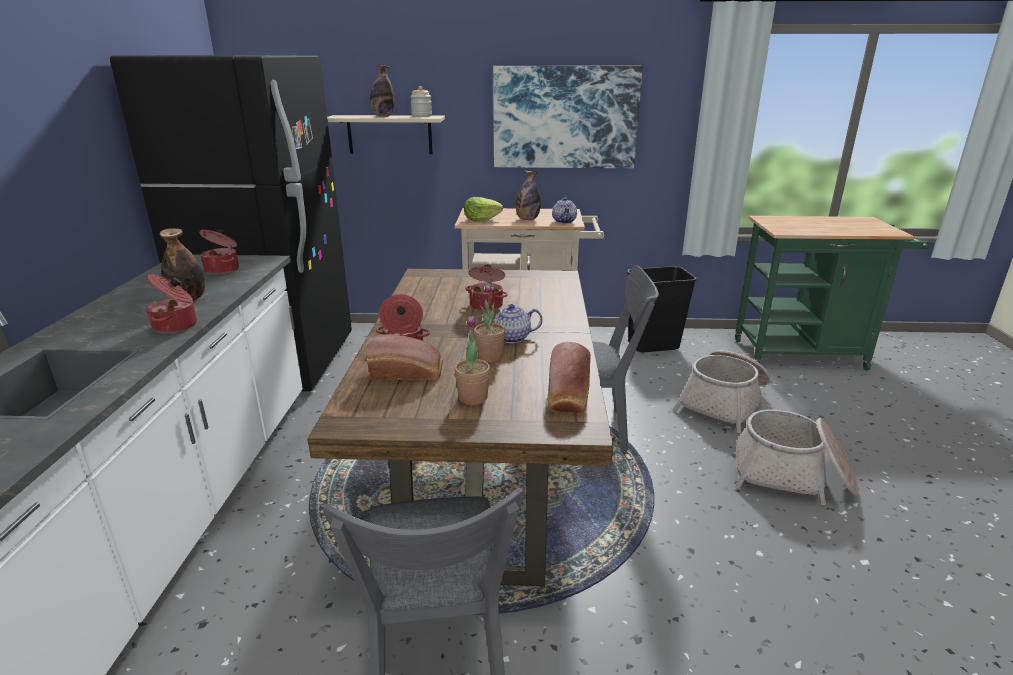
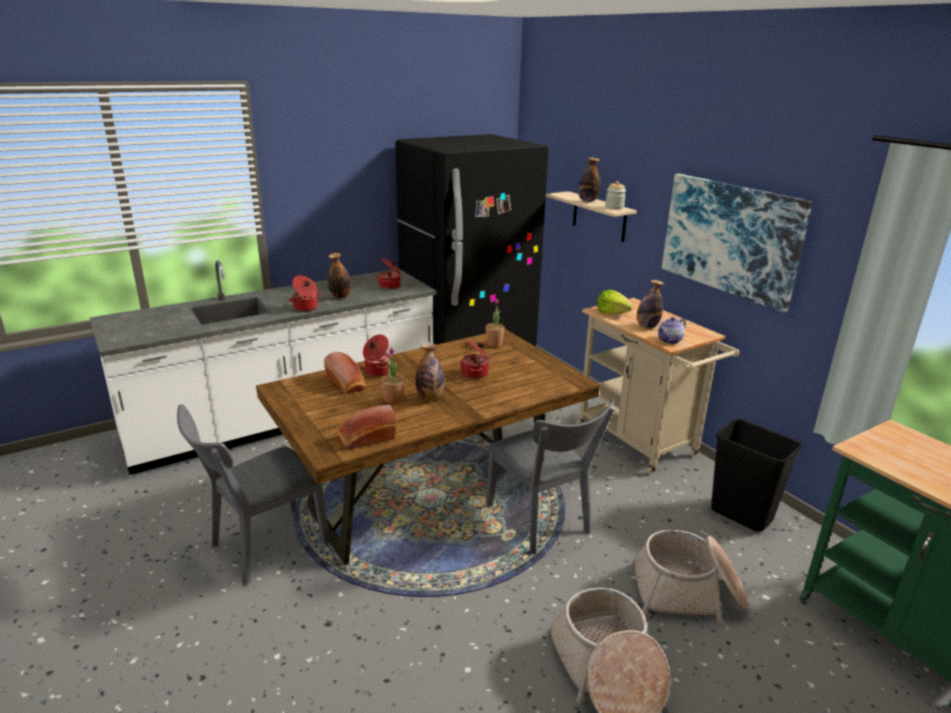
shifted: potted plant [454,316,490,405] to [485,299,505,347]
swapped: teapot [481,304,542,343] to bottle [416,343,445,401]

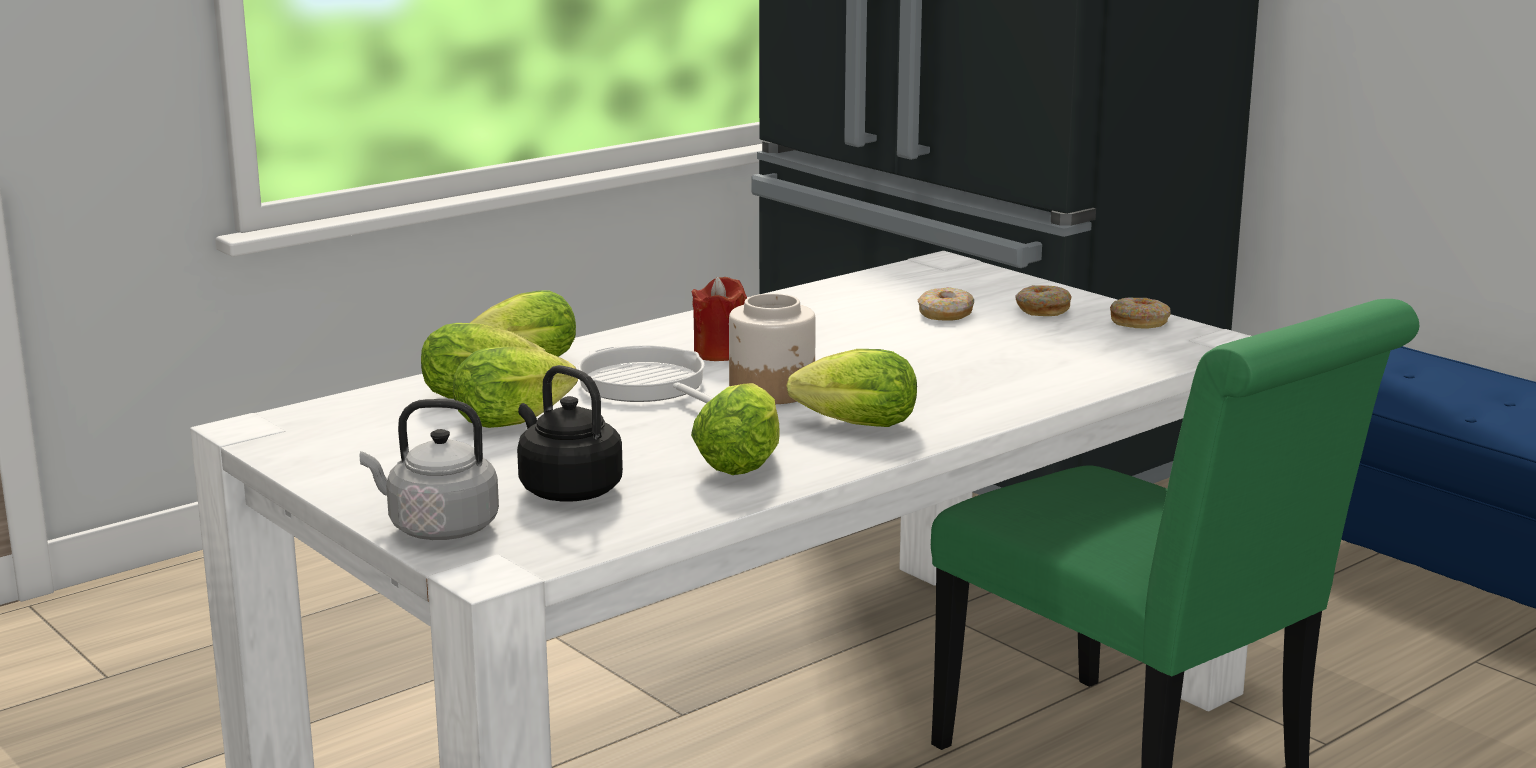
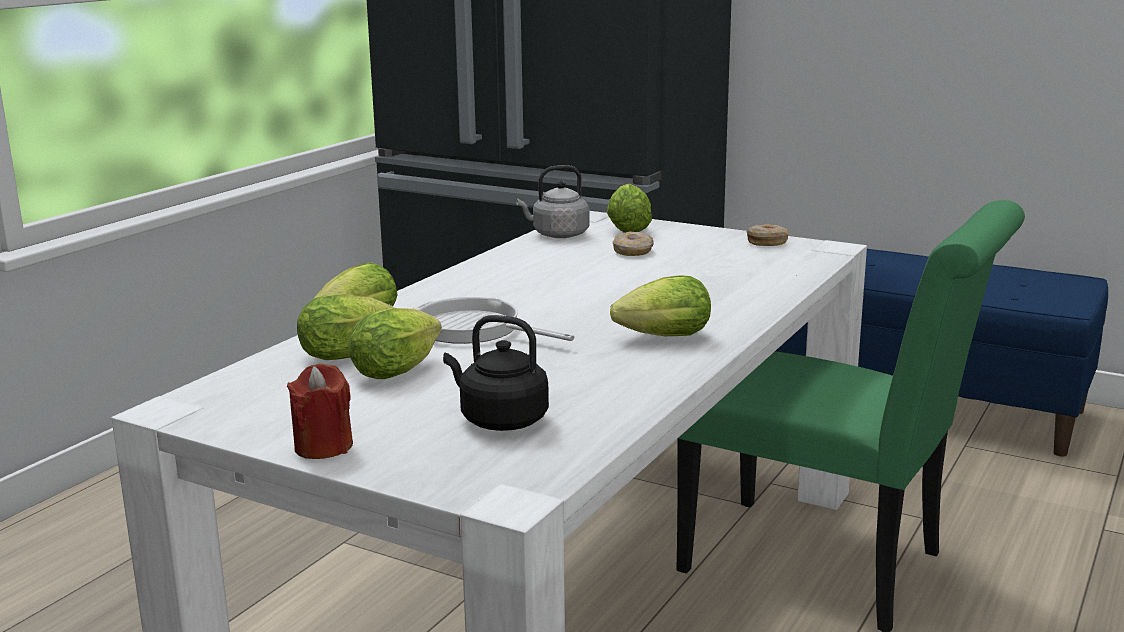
gone: jar [729,293,816,404]; donut [1015,285,1072,316]
shifted: red candle [692,277,747,361] to [287,363,353,459]; grey kettle [360,399,499,540] to [516,165,590,238]; lettuce [691,383,779,475] to [607,184,652,233]

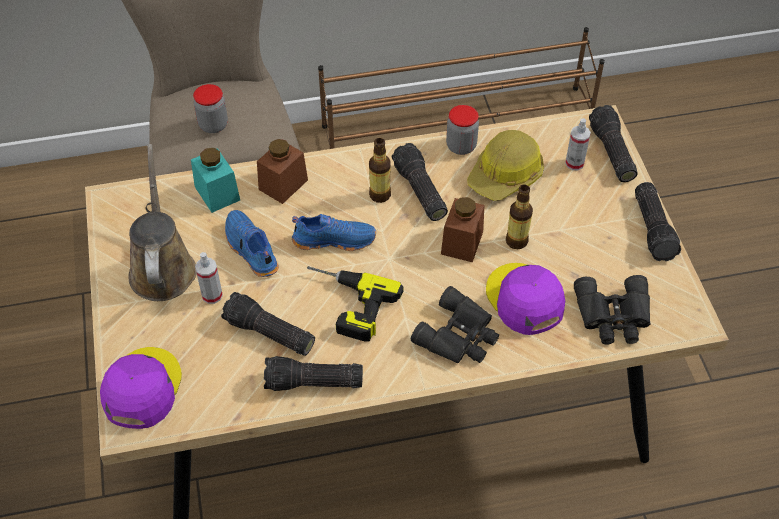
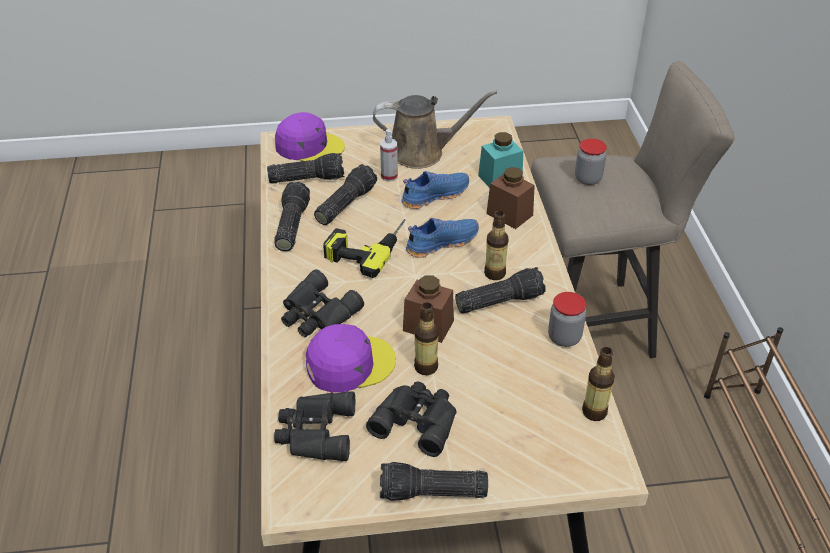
gone: hard hat [467,130,544,201]; spray bottle [565,118,591,170]
new: black binoculars [366,382,456,457]; bottle [582,347,615,421]
shifted: flashlight [589,105,638,182] to [267,153,345,184]
rotated: blue shoe [292,214,376,251] = [406,218,479,258] 120 degrees counterclockwise

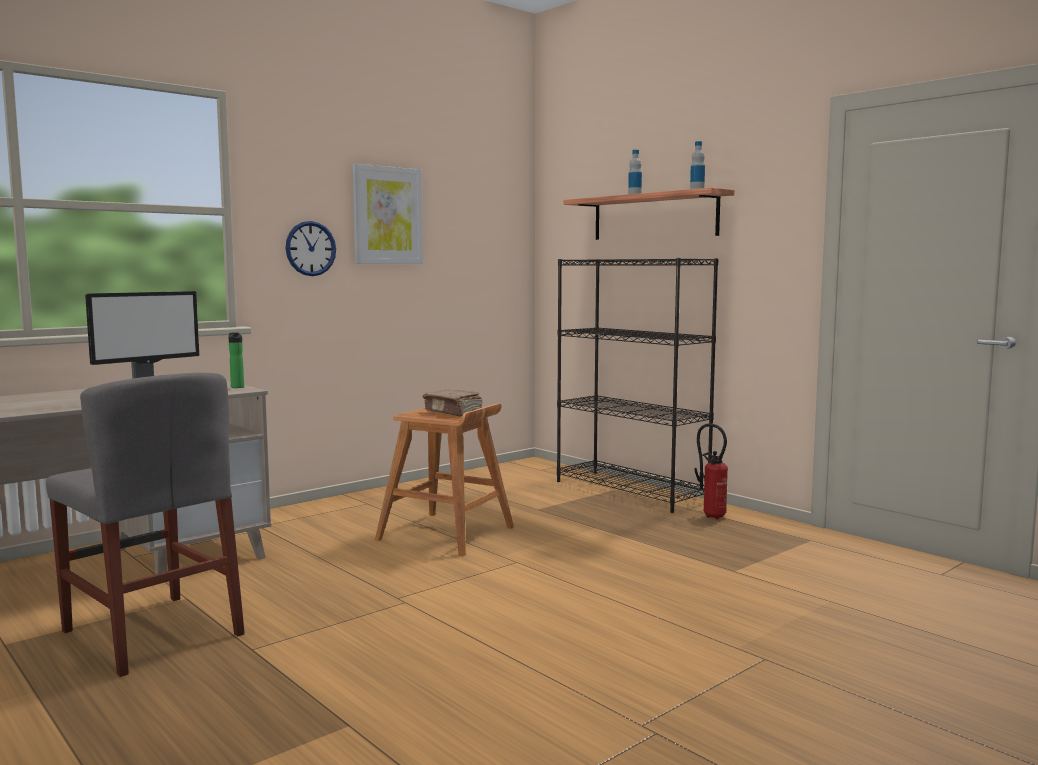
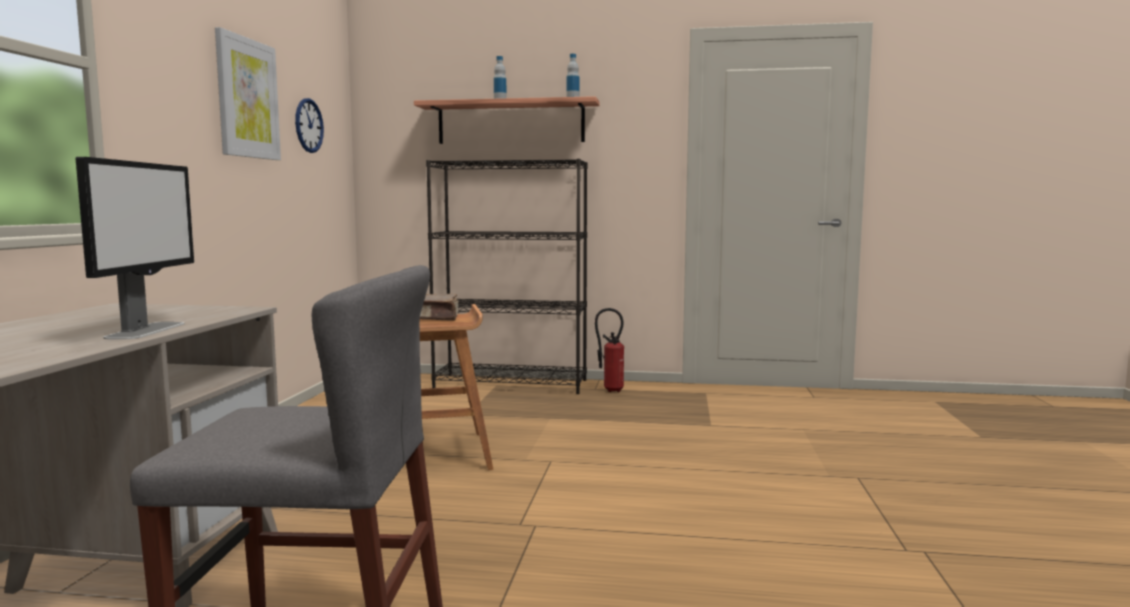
gone: bottle [229,332,244,388]
shifted: wall clock [285,221,336,276] to [295,98,324,153]

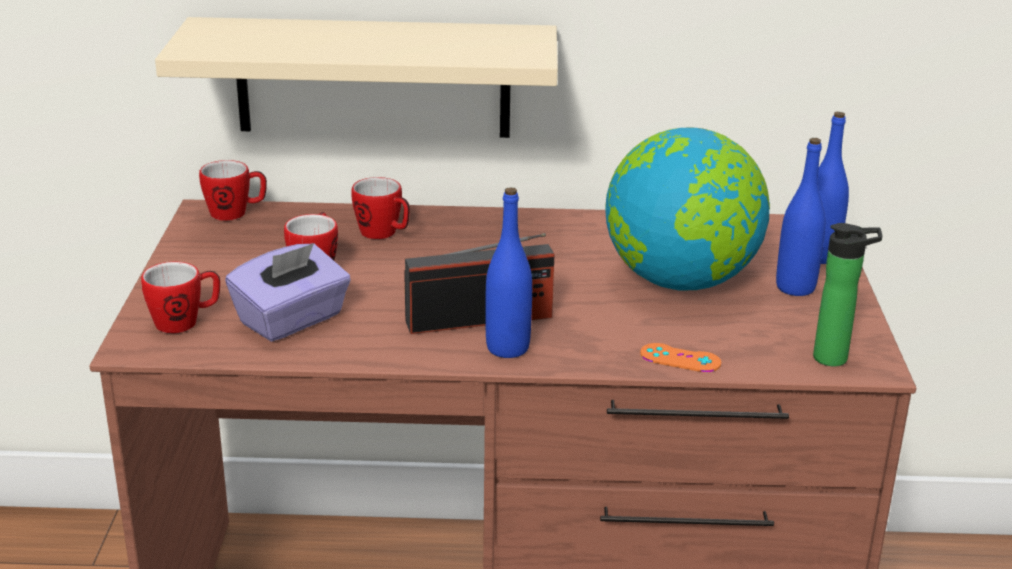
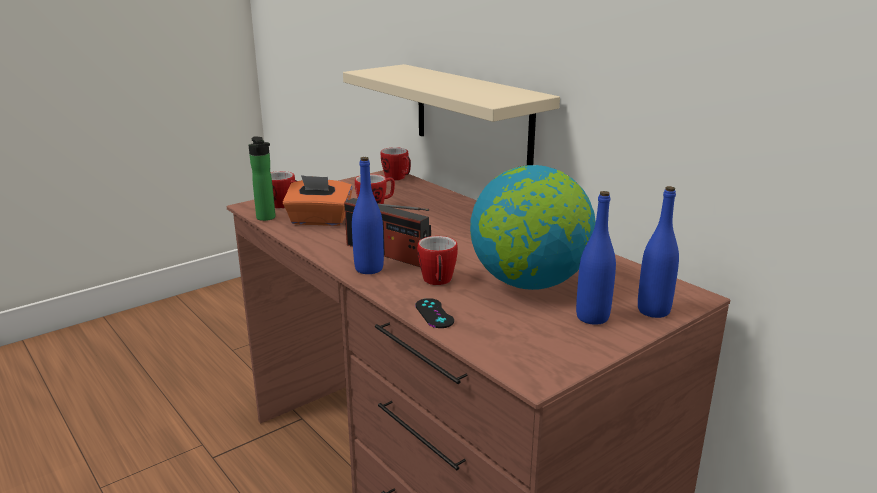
shifted: bottle [813,223,882,366] to [248,136,276,221]; mug [351,177,410,239] to [417,236,458,285]
repainted: purple tissue box [225,243,351,342] to orange tissue box [283,175,353,226]; orange game controller [640,343,721,372] to black game controller [415,298,454,328]

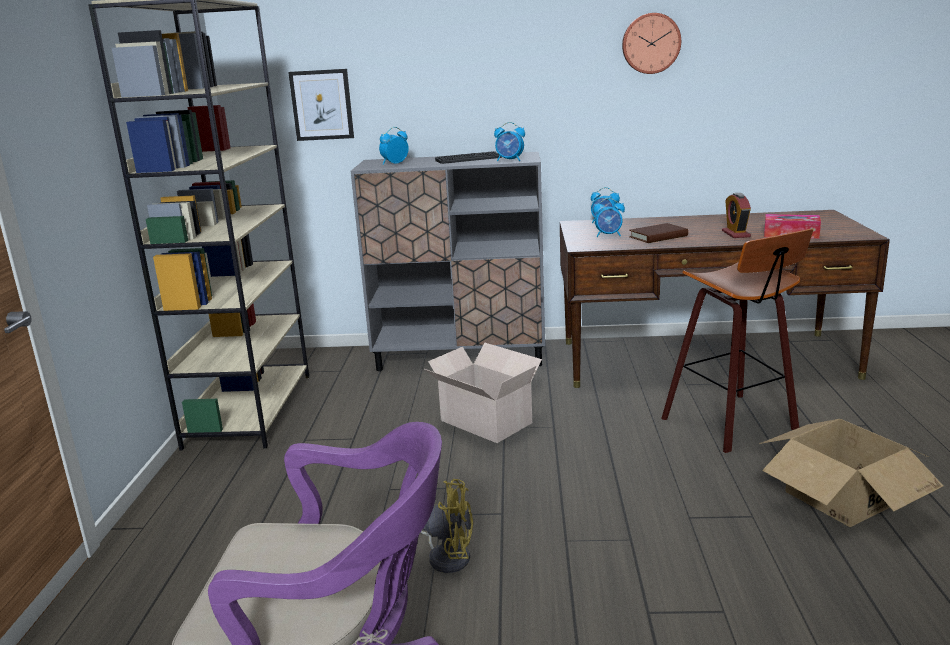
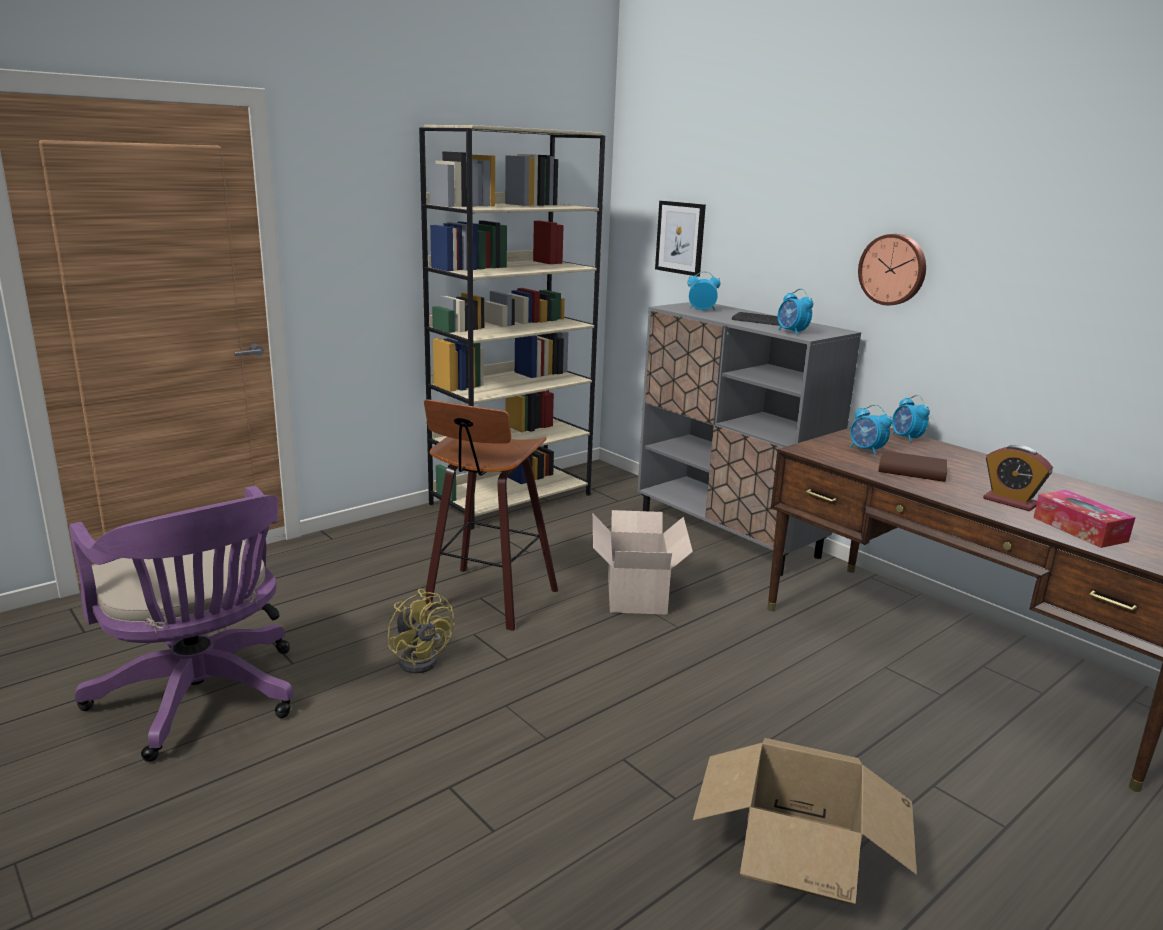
shifted: stool [661,229,813,453] to [424,399,558,631]; wall clock [622,13,681,74] to [858,234,926,305]
rotated: alarm clock [722,193,751,238] = [983,445,1053,511] 90 degrees counterclockwise

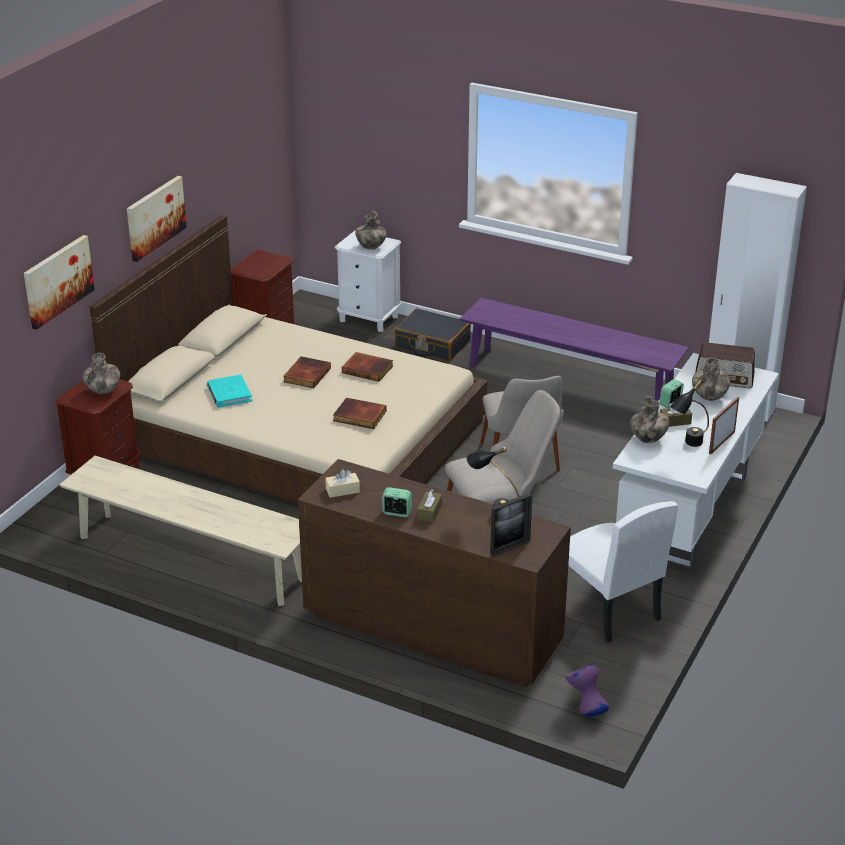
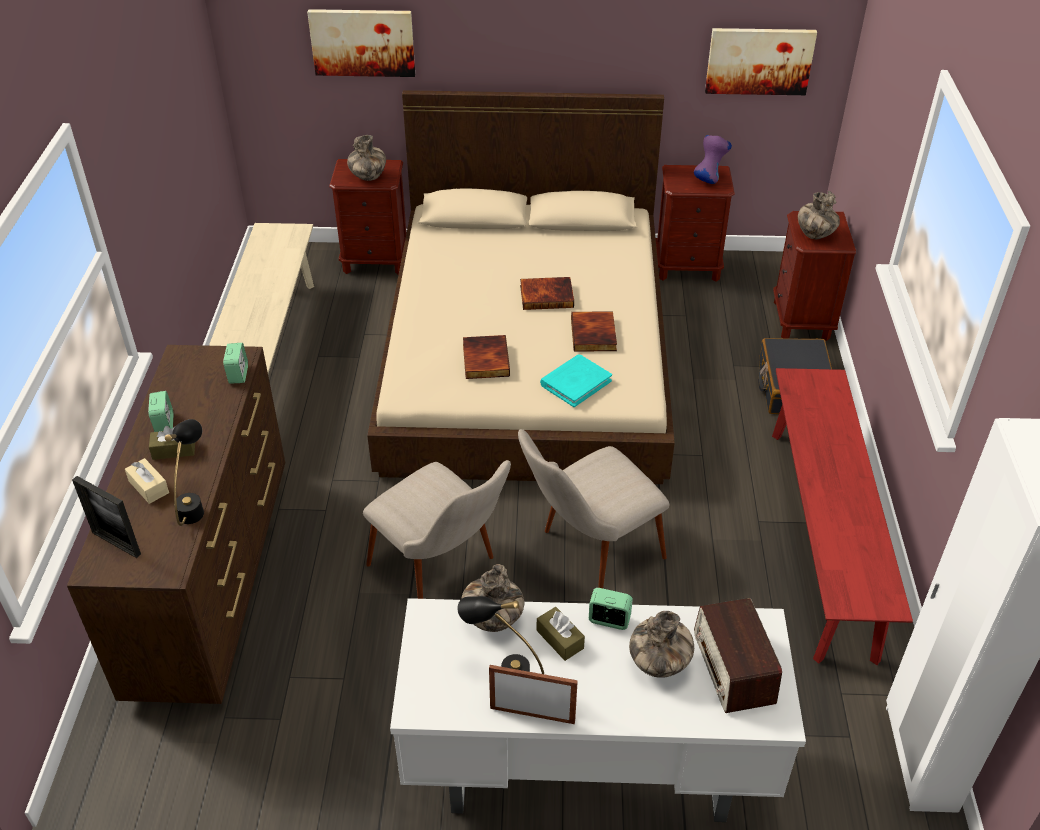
gone: white chair [568,501,678,643]
new: alarm clock [223,343,248,384]
shifted: beige tissue box [325,469,360,498] to [125,458,169,504]; turquoise book [207,375,252,408] to [540,355,612,407]; purple vase [565,664,609,716] to [694,135,732,184]; picture [127,176,187,262] to [705,28,817,95]
repainted: purple bench [460,298,689,401] to red bench [772,368,913,665]; white nightstand [335,230,402,332] to brown nightstand [773,211,856,341]

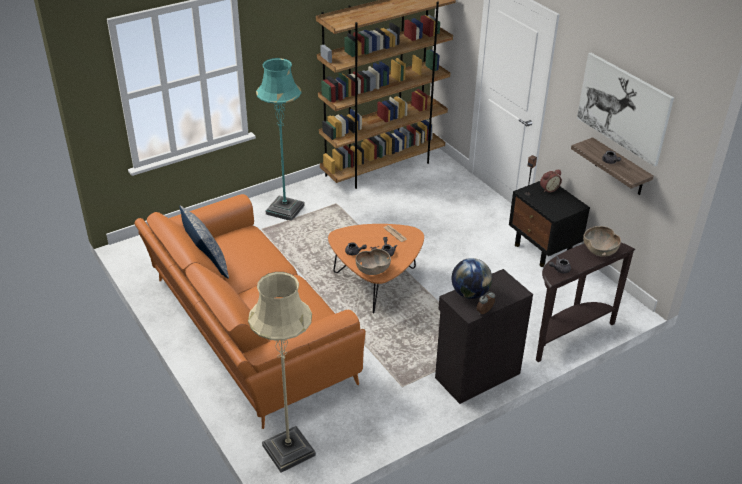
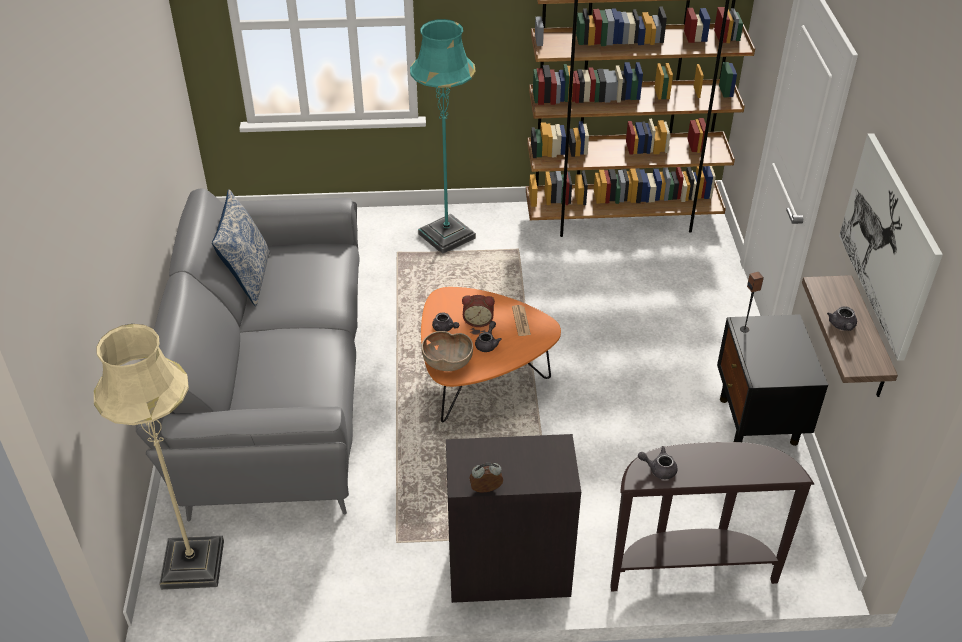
gone: globe [451,258,492,299]; brown bowl [583,226,621,257]
shifted: alarm clock [540,170,562,192] to [462,295,495,327]
repainted: orange sofa [134,194,366,429] to grey sofa [136,188,359,522]

